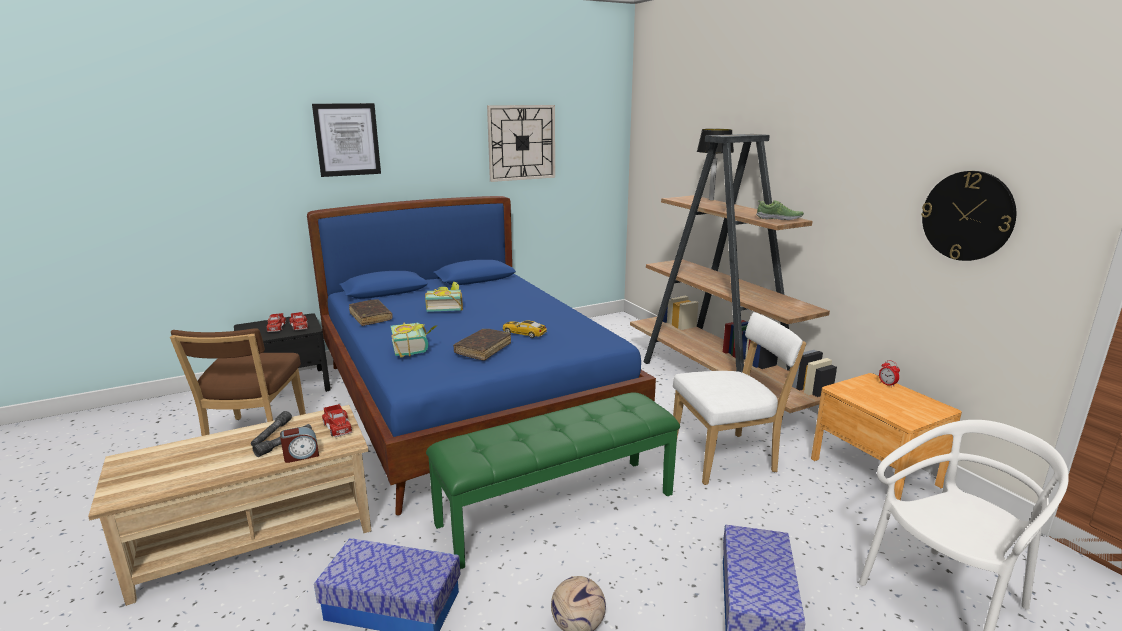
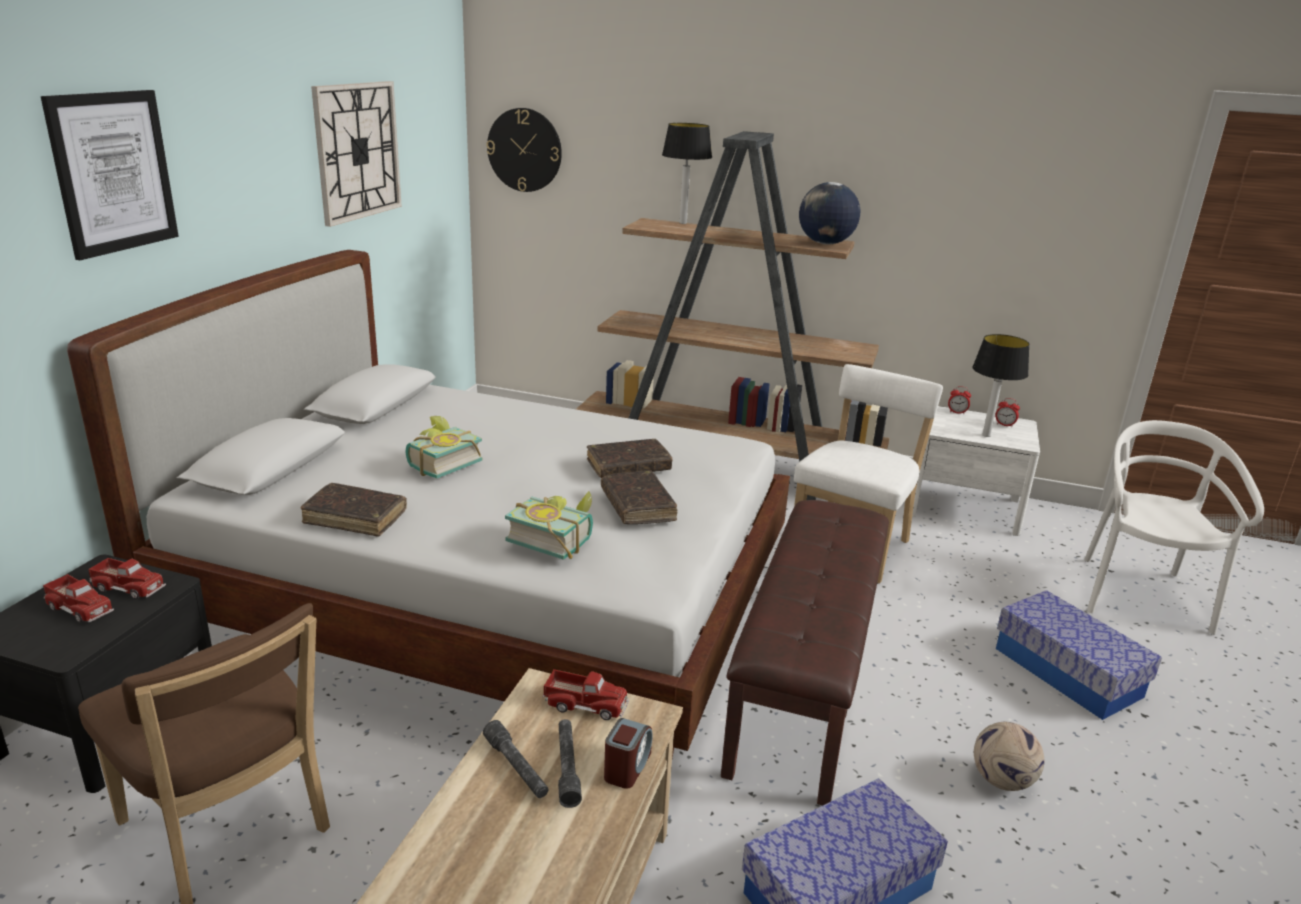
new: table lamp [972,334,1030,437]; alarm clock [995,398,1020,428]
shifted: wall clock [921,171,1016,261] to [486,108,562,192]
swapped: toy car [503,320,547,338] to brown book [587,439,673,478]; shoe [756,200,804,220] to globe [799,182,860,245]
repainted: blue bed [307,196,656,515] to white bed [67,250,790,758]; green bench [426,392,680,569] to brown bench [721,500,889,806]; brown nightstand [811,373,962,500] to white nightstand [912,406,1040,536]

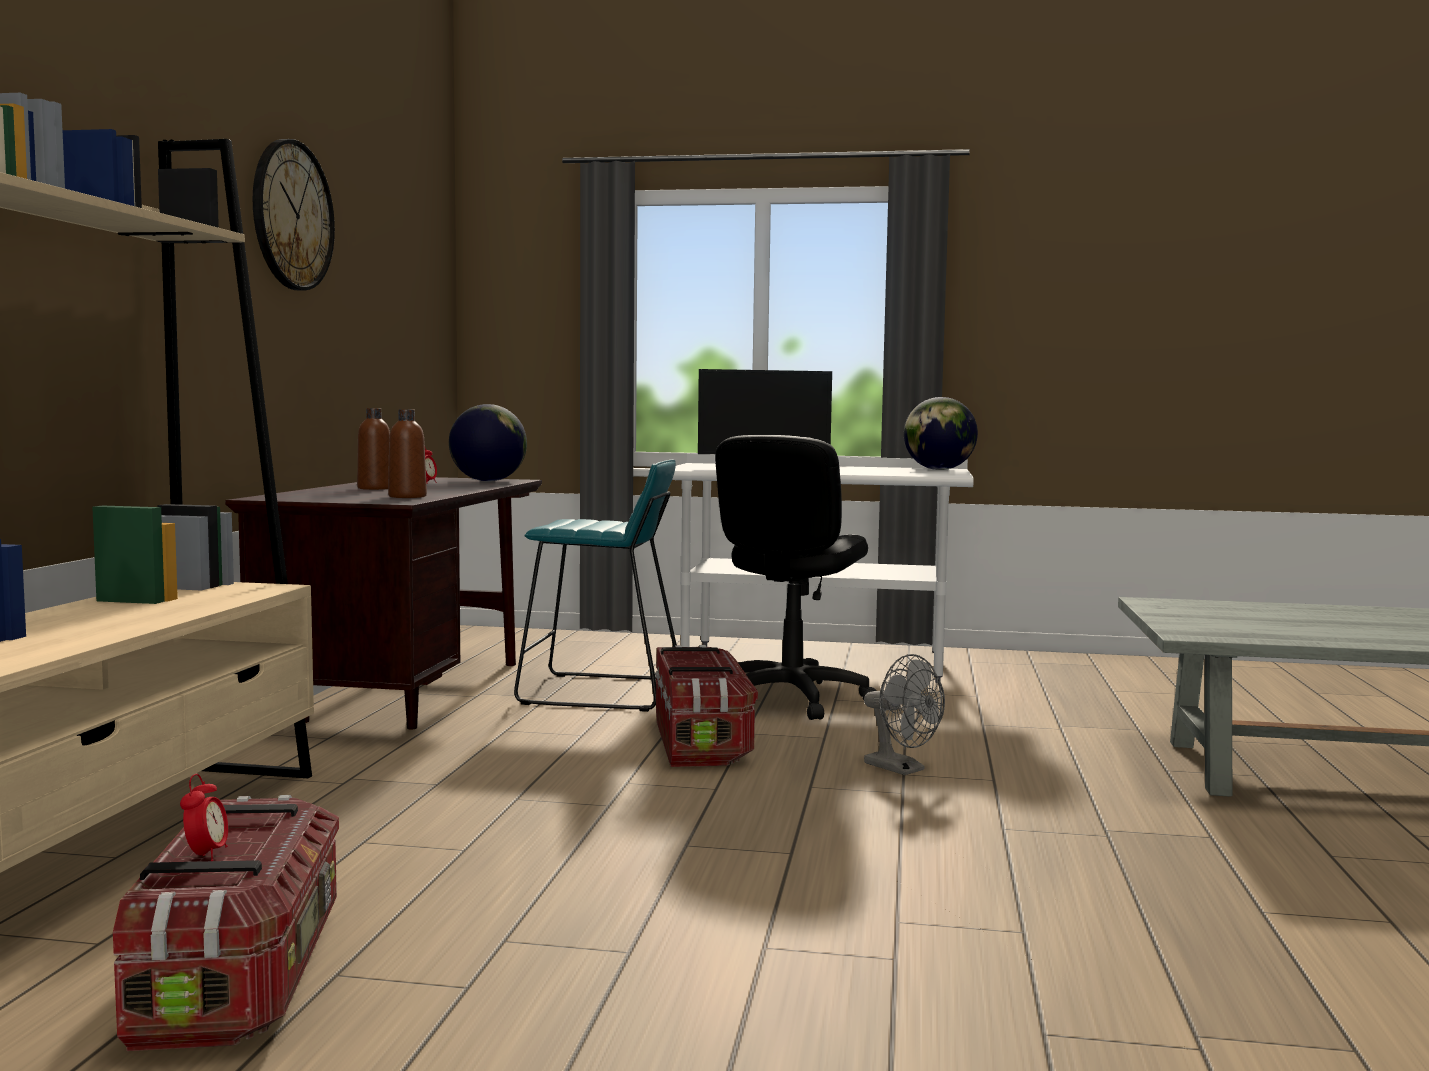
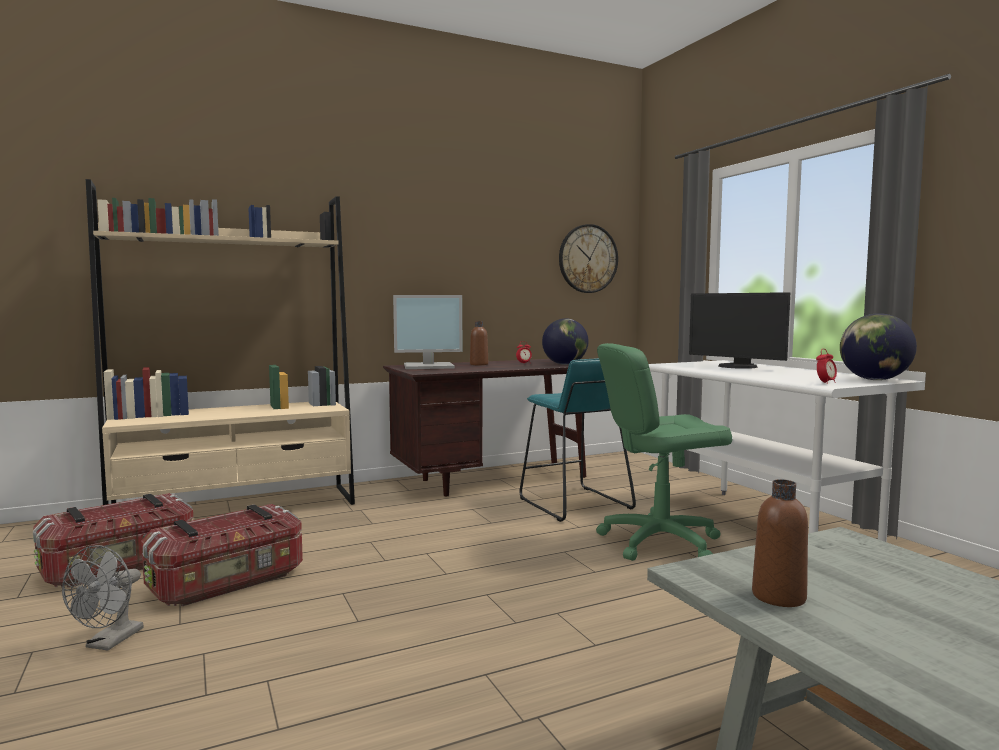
new: monitor [393,295,463,369]
shifted: grey fan [864,654,945,775] to [62,545,144,651]; storage box [655,645,758,767] to [141,504,303,606]; wall clock [253,139,335,290] to [559,224,618,293]; brown bottle [388,409,427,498] to [752,480,808,607]; alarm clock [180,774,228,861] to [816,349,837,384]
repainted: black office chair [715,435,877,720] to green office chair [596,343,732,561]

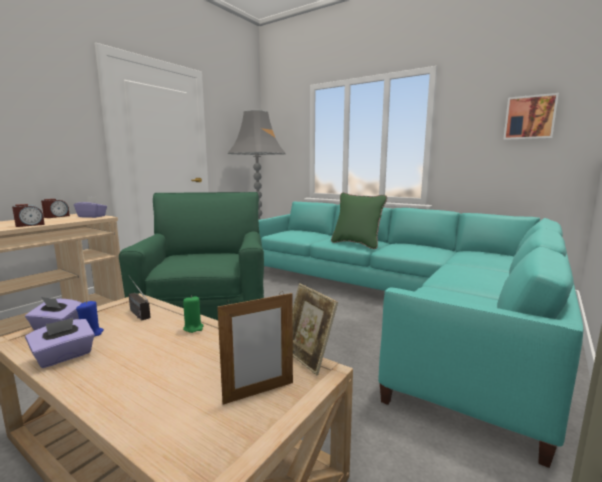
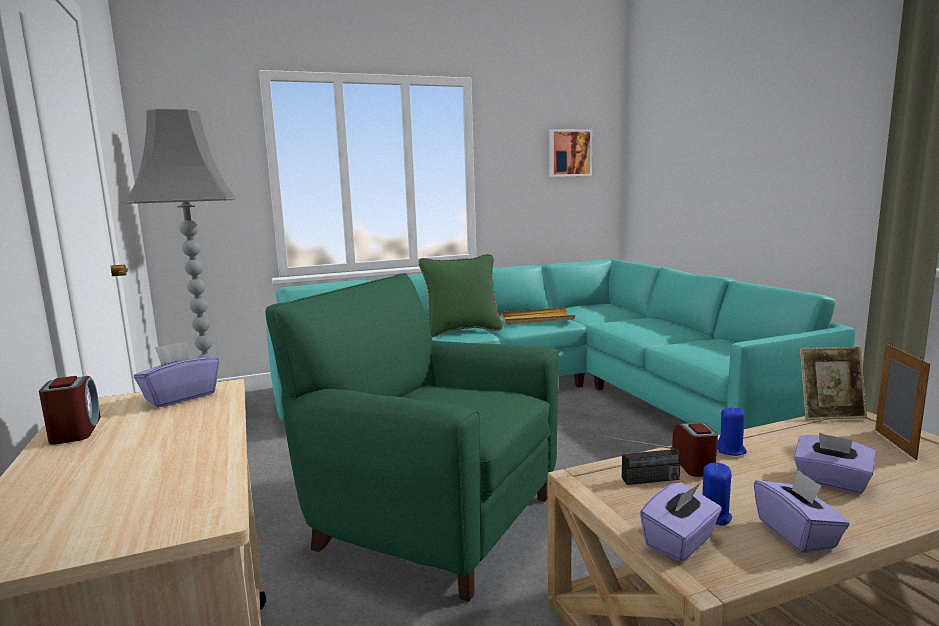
new: beige tray [501,307,575,325]; purple tissue box [794,433,876,494]
shifted: alarm clock [12,204,45,227] to [672,423,718,477]
repainted: green candle [183,295,204,333] to blue candle [717,407,747,456]

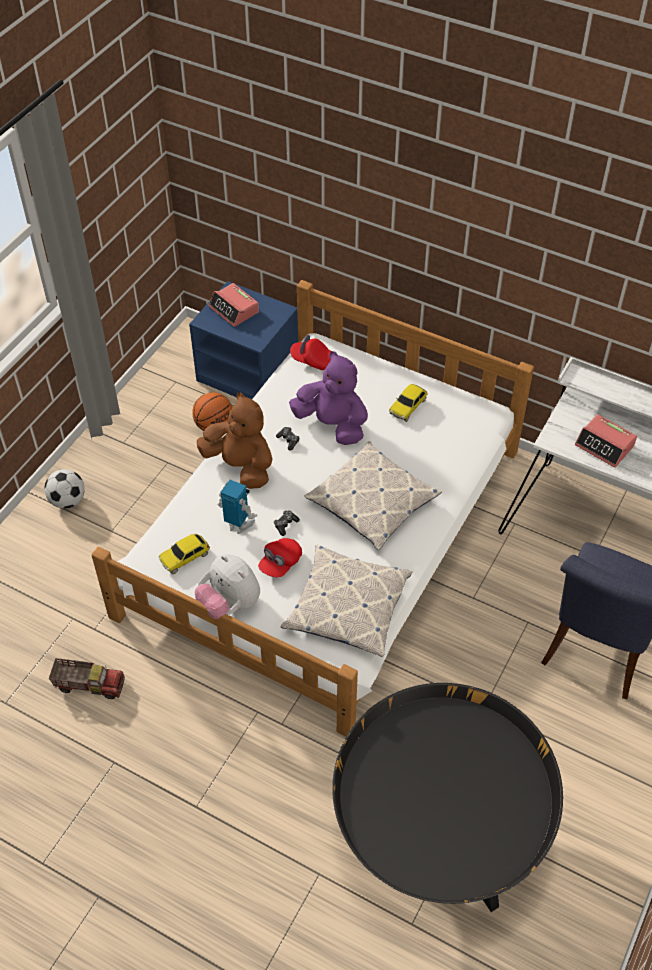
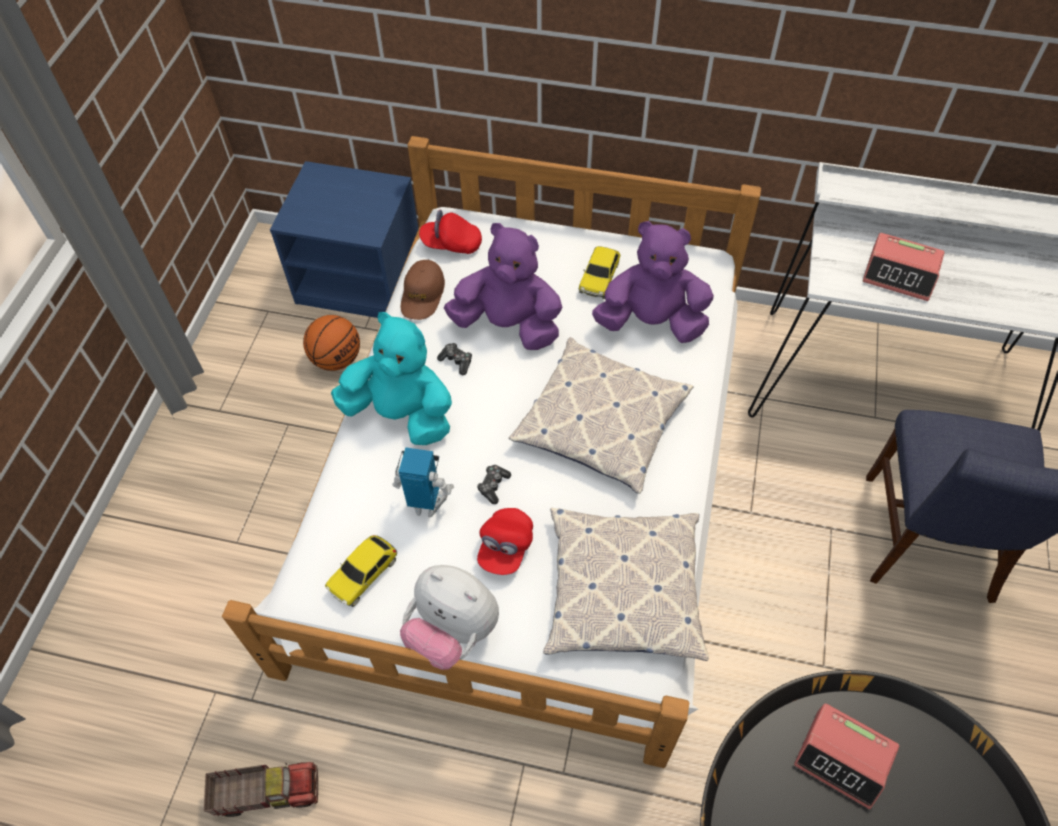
gone: football [44,469,85,509]
new: brown cap [401,260,445,320]; purple plush toy [592,221,714,343]
shifted: alarm clock [208,283,259,327] to [794,703,899,809]
repainted: brown plush toy [197,392,272,489] to turquoise plush toy [331,312,452,445]

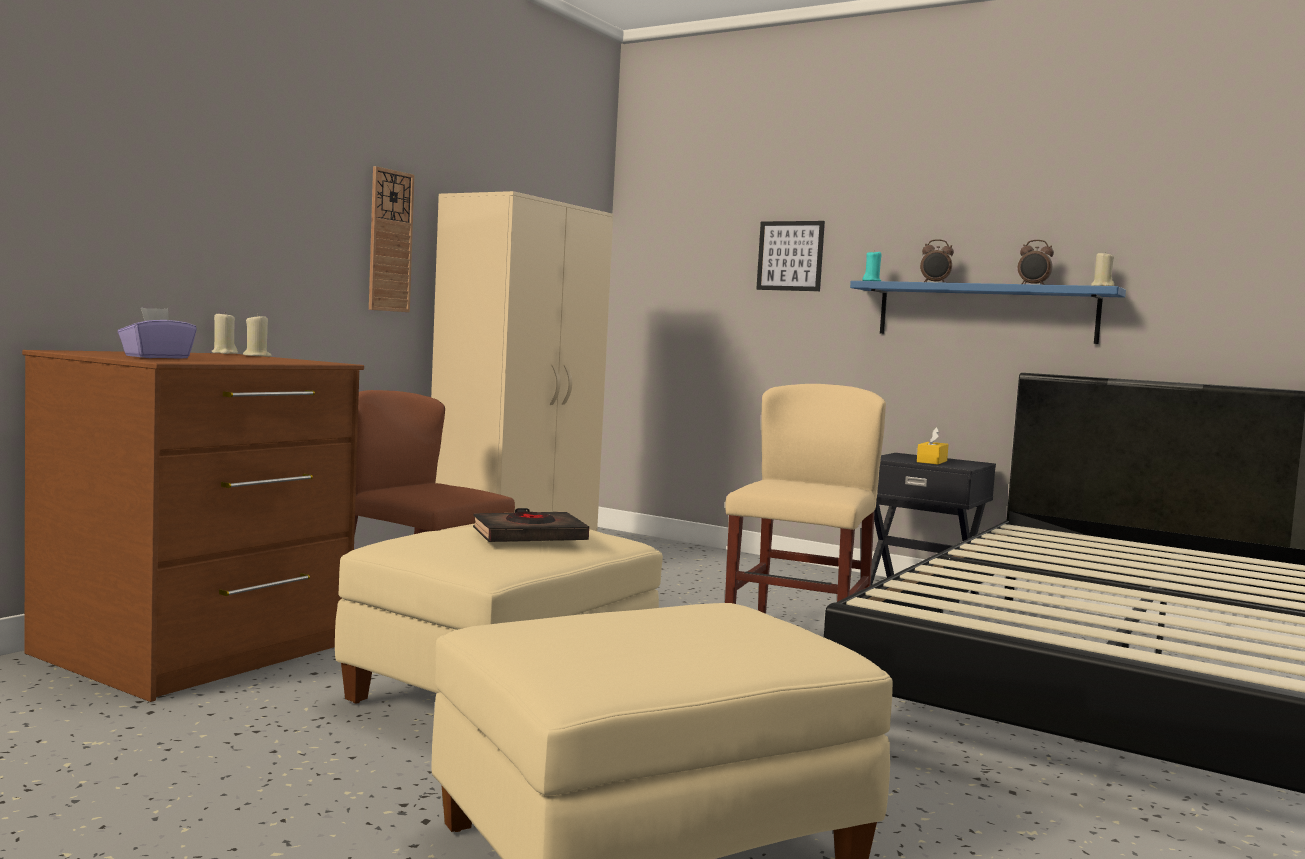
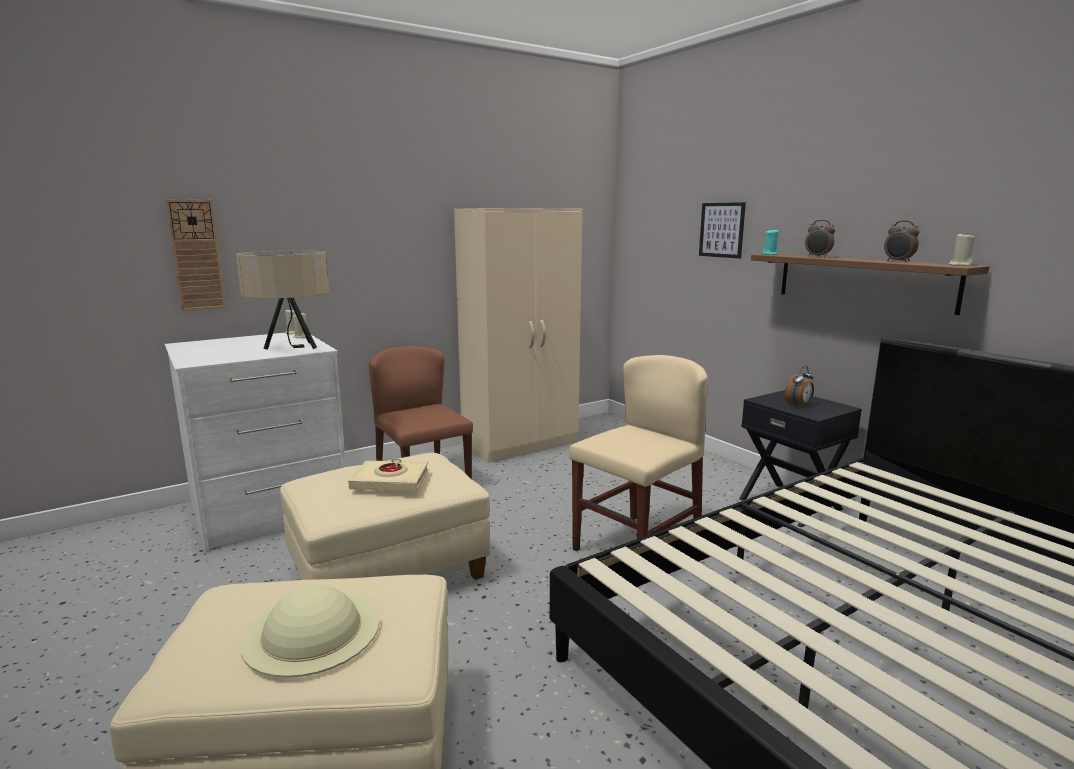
gone: purple tissue box [118,307,197,359]
new: beige table lamp [236,251,329,350]; beige hat [240,585,380,678]
shifted: wall clock [369,166,415,312] to [165,199,226,311]
swapped: yellow tissue box [917,427,949,464] to alarm clock [785,366,814,408]
repainted: brown dresser [22,350,364,702] to white dresser [165,333,346,552]; black book [473,508,589,542] to beige book [348,459,429,491]; blue shelf [850,281,1126,344] to brown shelf [751,254,990,315]

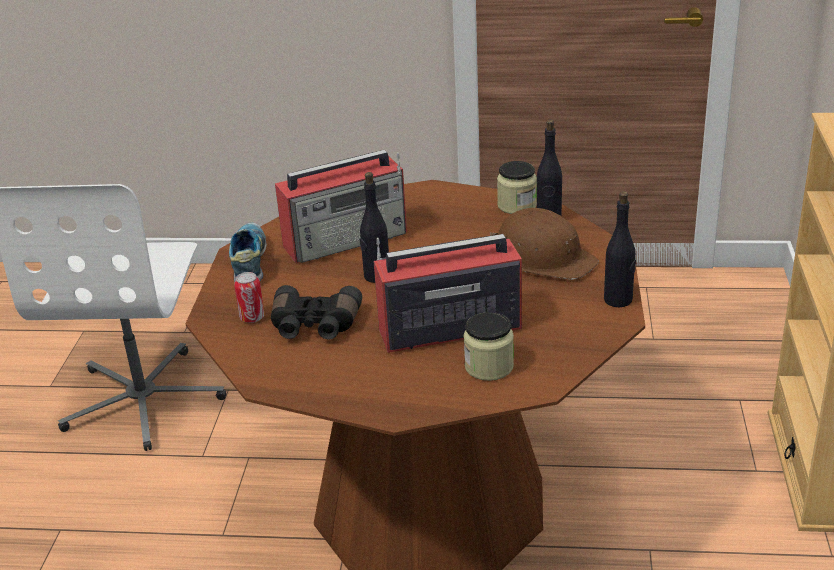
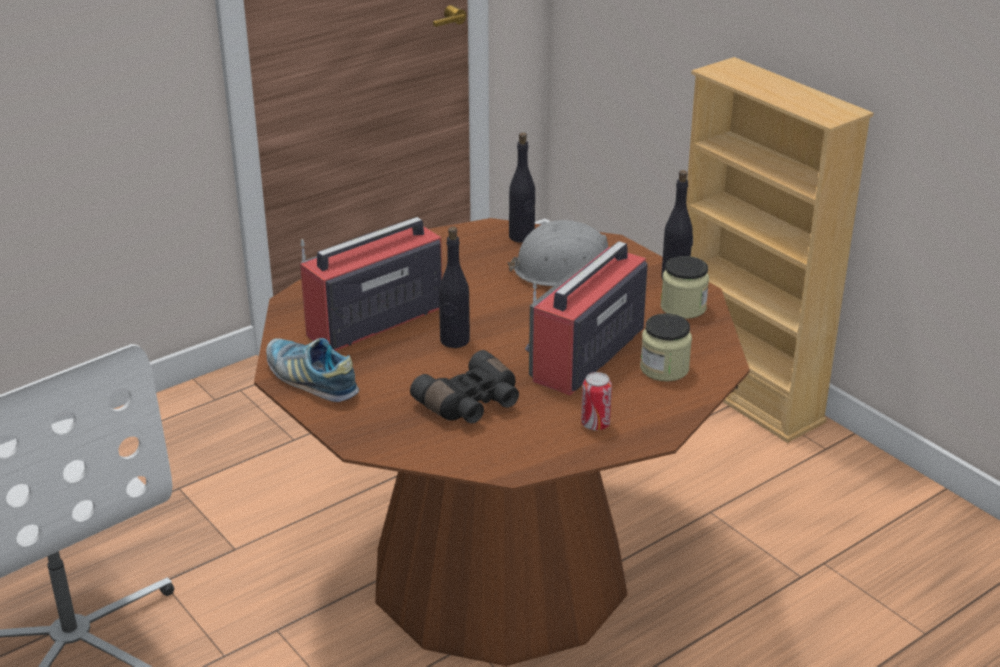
shifted: can [234,272,265,323] to [581,372,612,431]; jar [497,161,537,214] to [661,256,709,319]
repainted: brown hard hat [490,208,599,280] to grey hard hat [508,220,608,286]
rotated: radio [275,150,407,263] = [300,217,442,351] 150 degrees counterclockwise

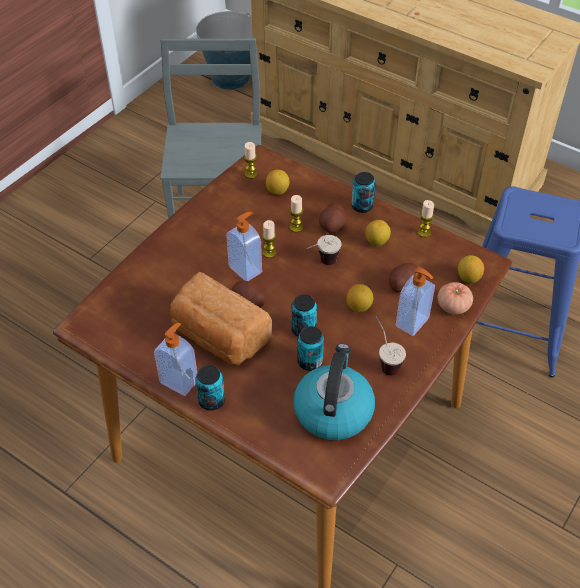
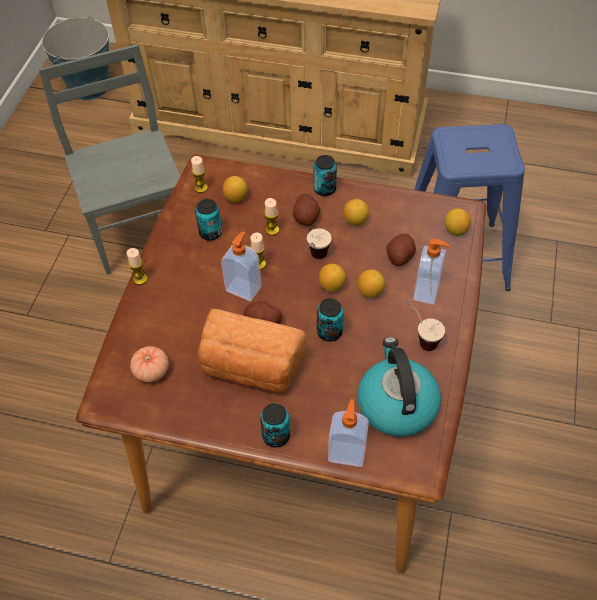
new: lemon [319,264,346,292]
shifted: candle [417,200,434,237] to [127,248,147,285]; tomato [437,282,473,314] to [130,346,169,382]; can [297,326,324,371] to [195,199,222,241]; soap dispenser [154,323,197,396] to [328,399,369,467]

